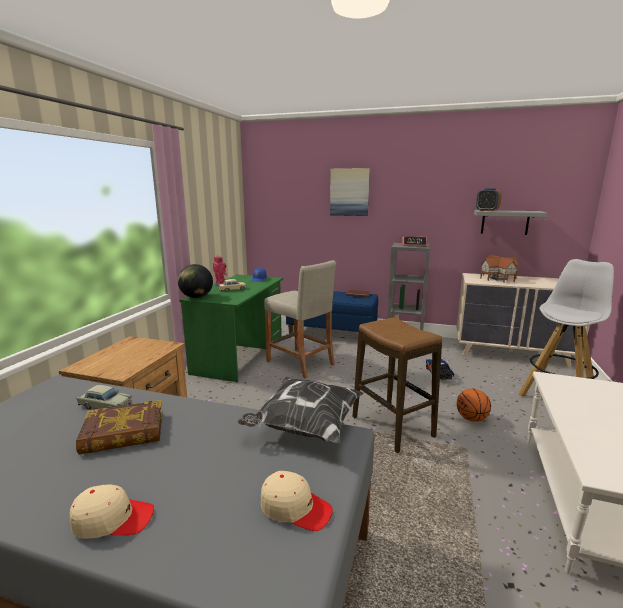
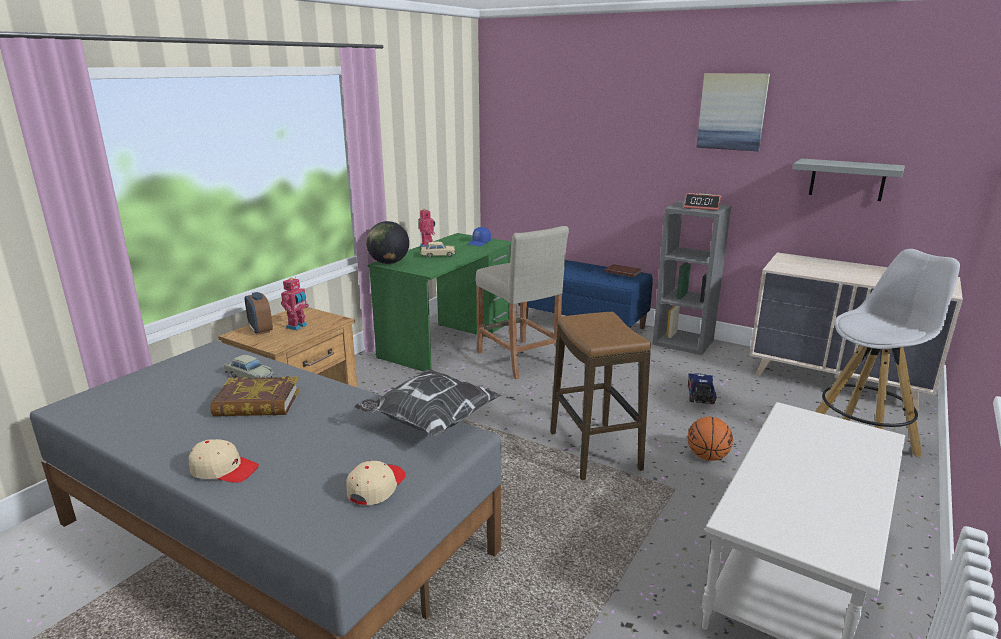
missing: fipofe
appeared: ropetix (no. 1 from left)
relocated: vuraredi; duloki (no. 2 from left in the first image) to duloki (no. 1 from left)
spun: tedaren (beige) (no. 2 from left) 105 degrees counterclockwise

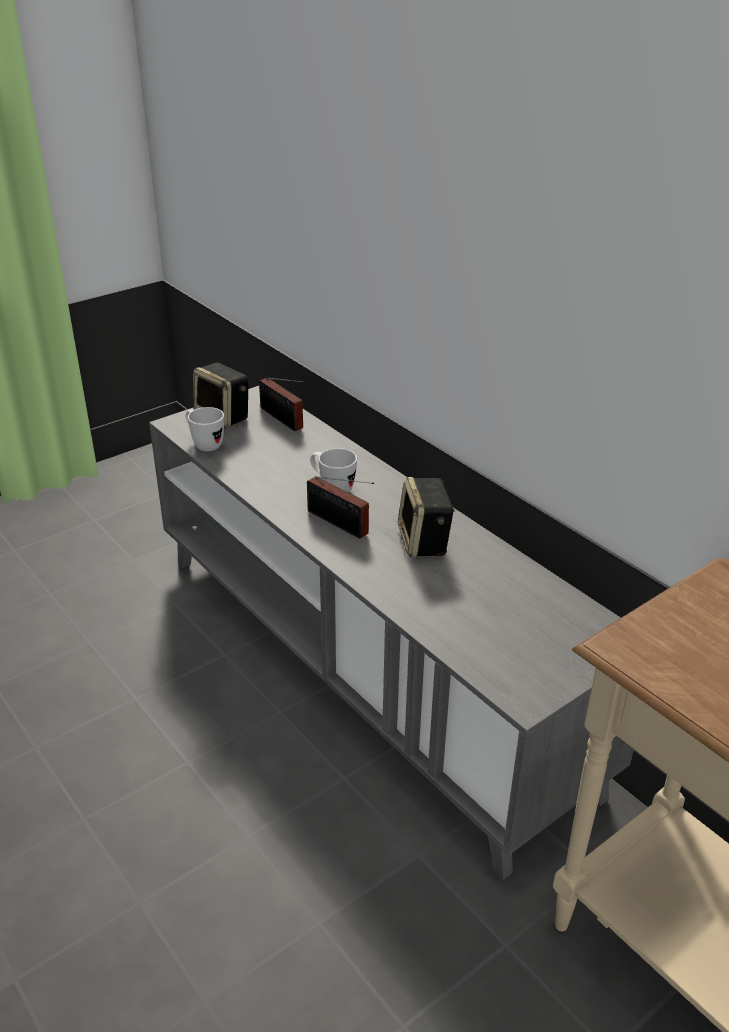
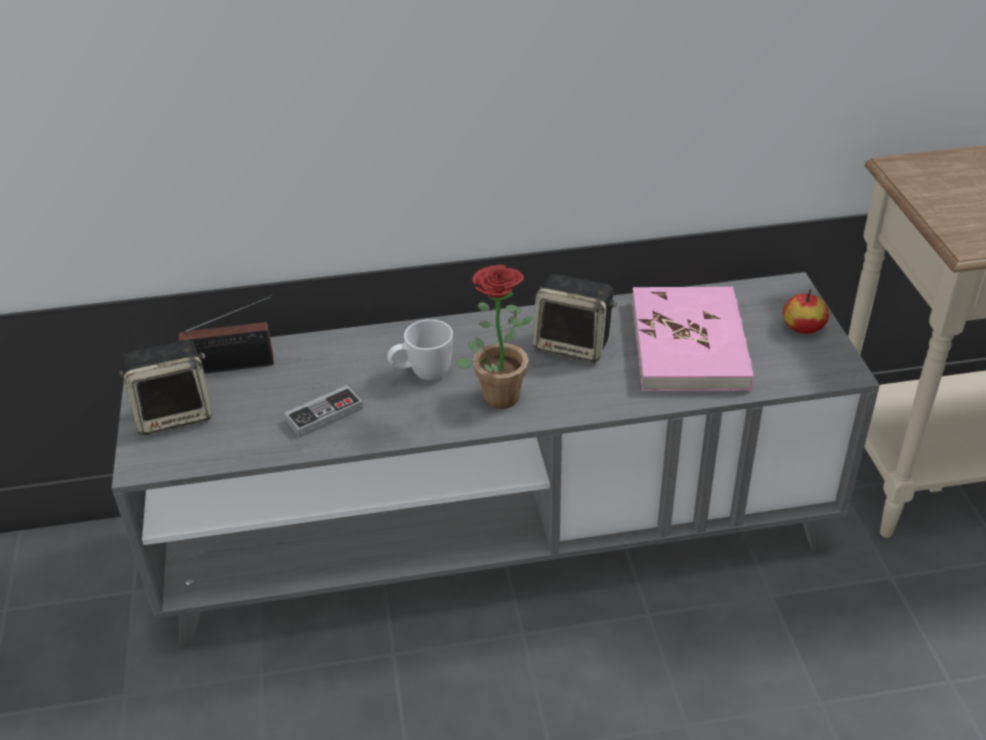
missing: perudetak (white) (no. 1 from left)
appeared: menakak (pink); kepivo; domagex
exchanged: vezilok (no. 2 from left) to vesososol

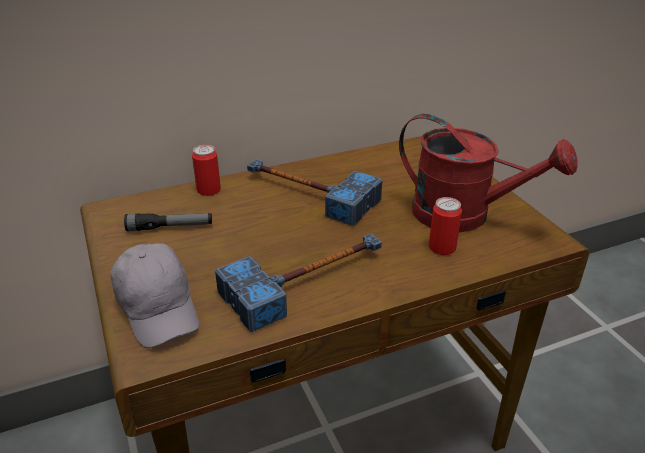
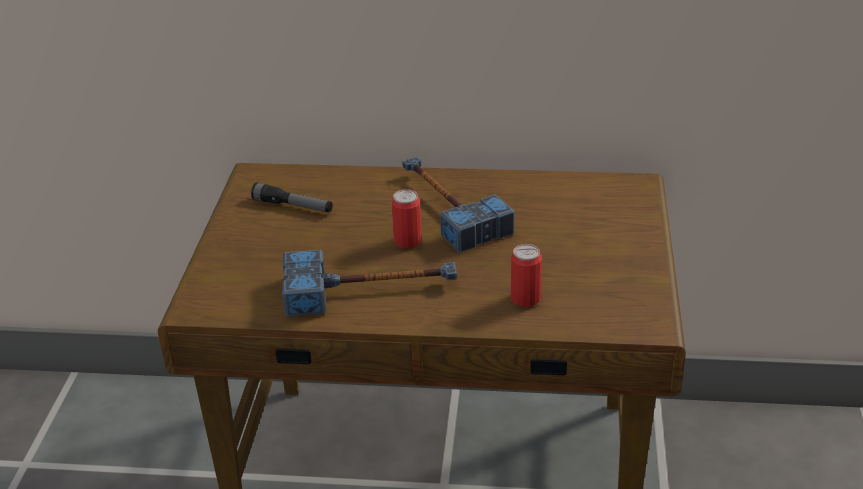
missing: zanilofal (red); tedaren (grey)
relocated: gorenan (no. 1 from left)

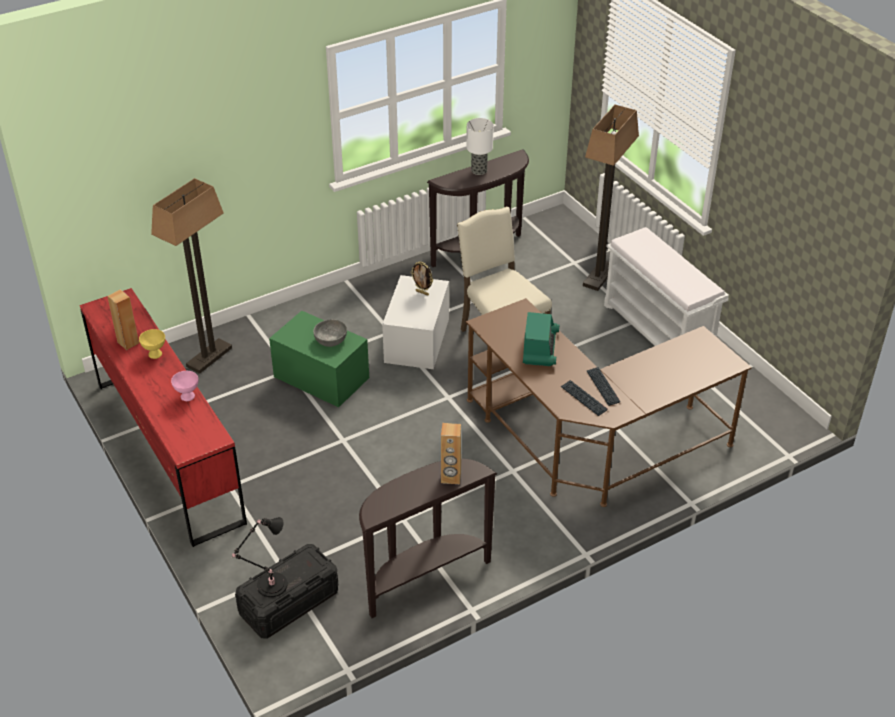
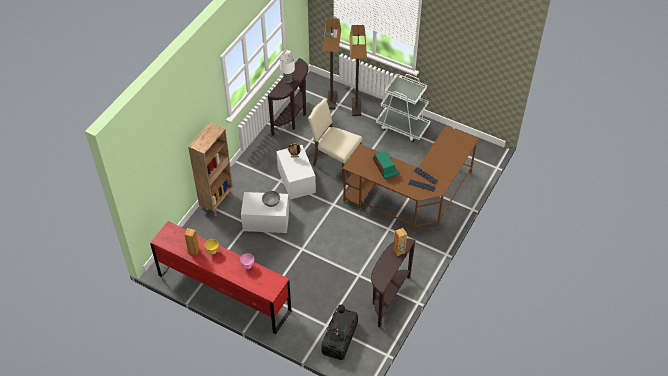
appeared: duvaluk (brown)
relocated: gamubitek (no. 1 from left)
exchanged: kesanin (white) to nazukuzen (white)
colour: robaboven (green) to robaboven (white) (no. 1 from left)

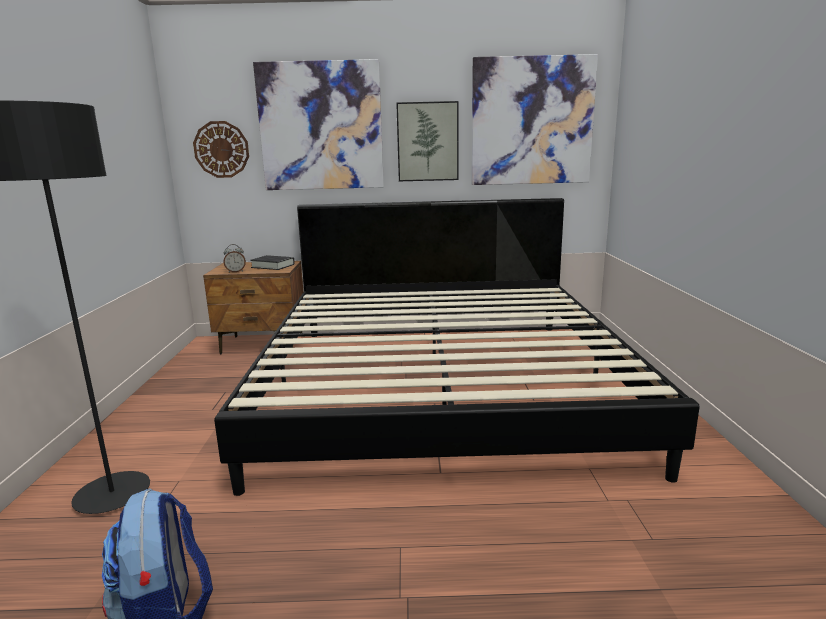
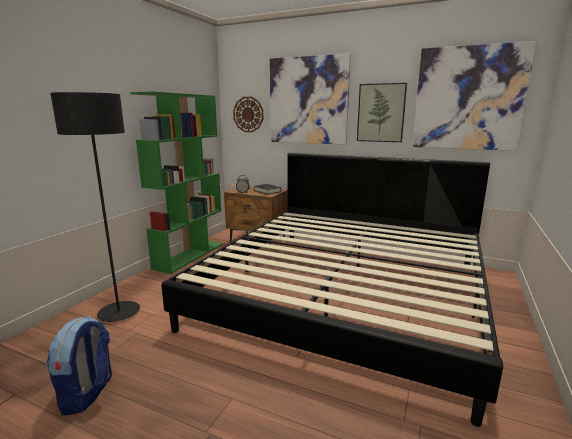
appeared: duvaluk (green)

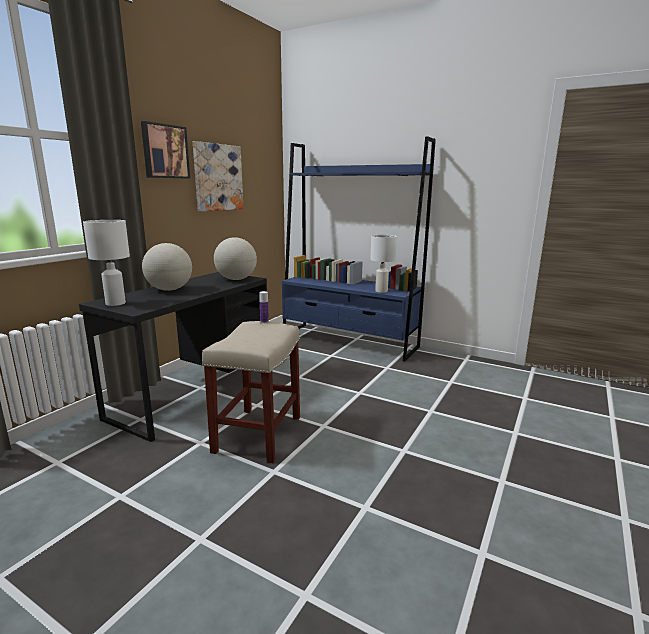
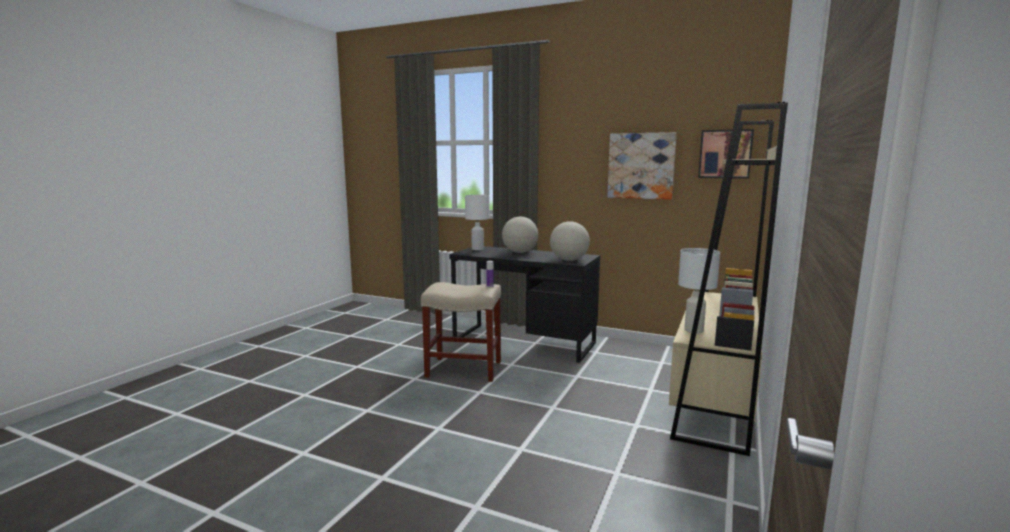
relocated: vuraredi (no. 1 from left in the first image) to vuraredi (no. 2 from left)
colour: duvaluk (blue) to duvaluk (beige)

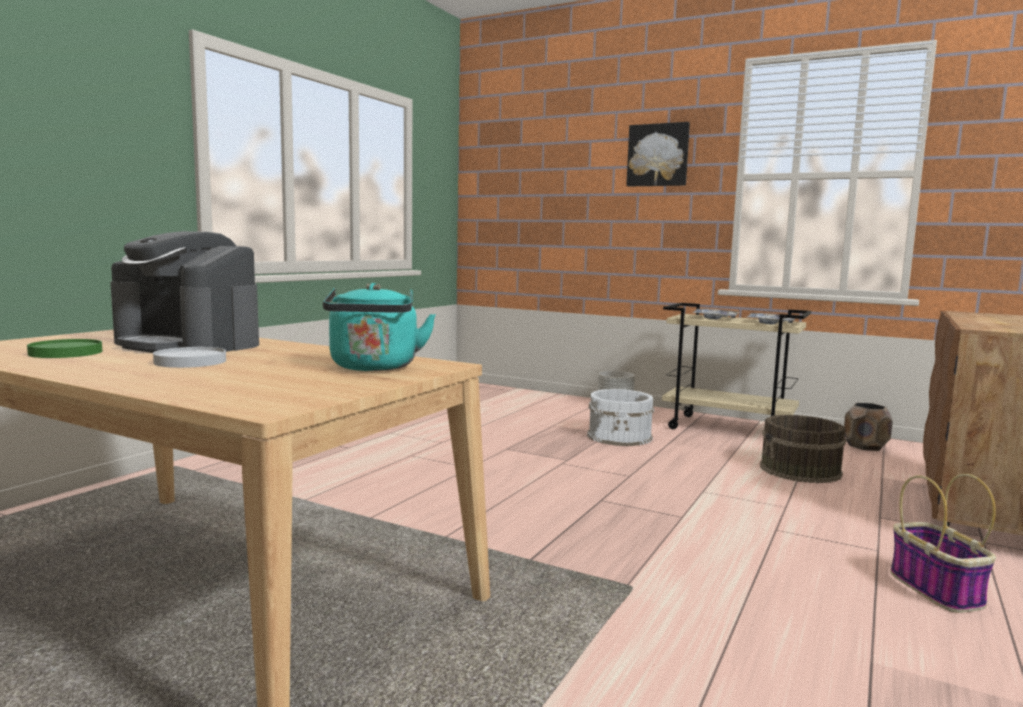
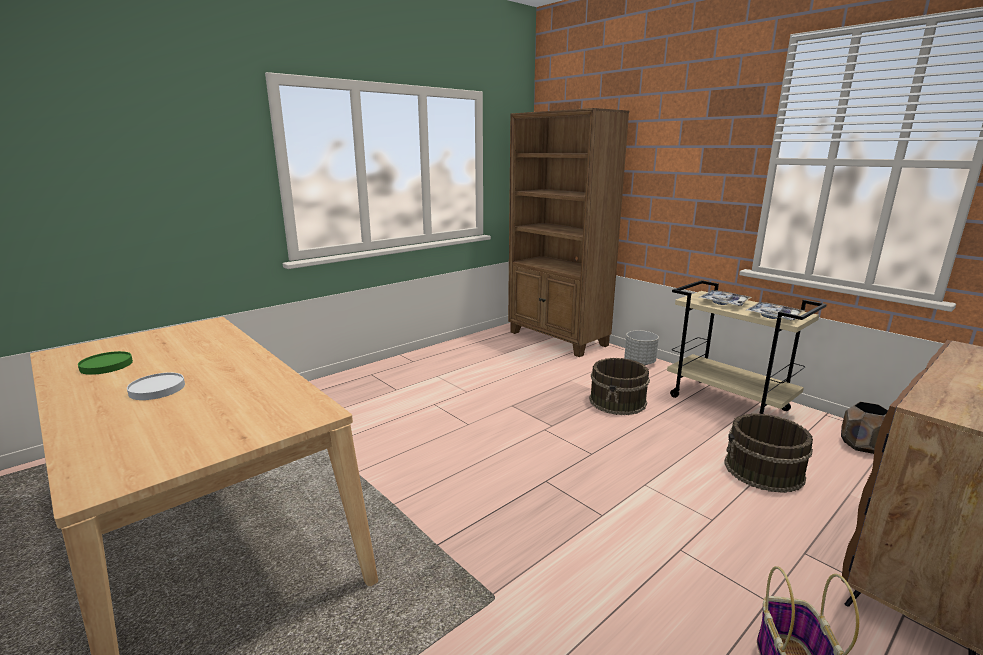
missing: vuraredi; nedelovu; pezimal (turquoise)
appeared: duvaluk (brown)
colour: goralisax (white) to goralisax (brown) (no. 1 from left)

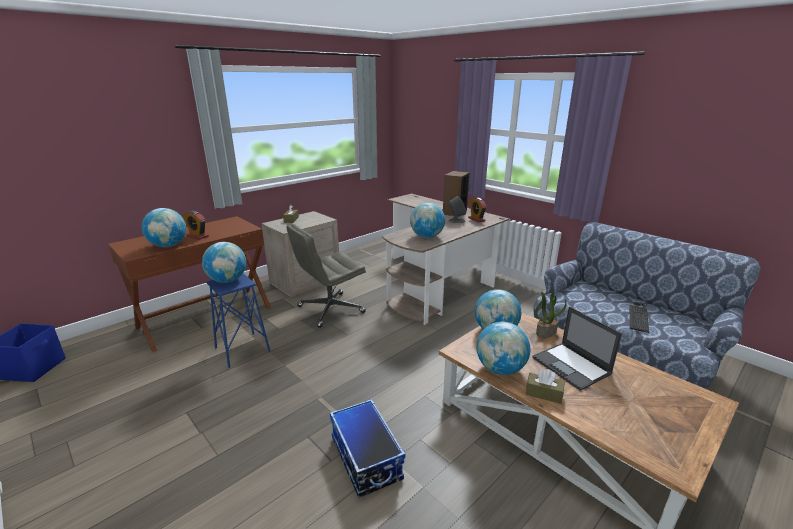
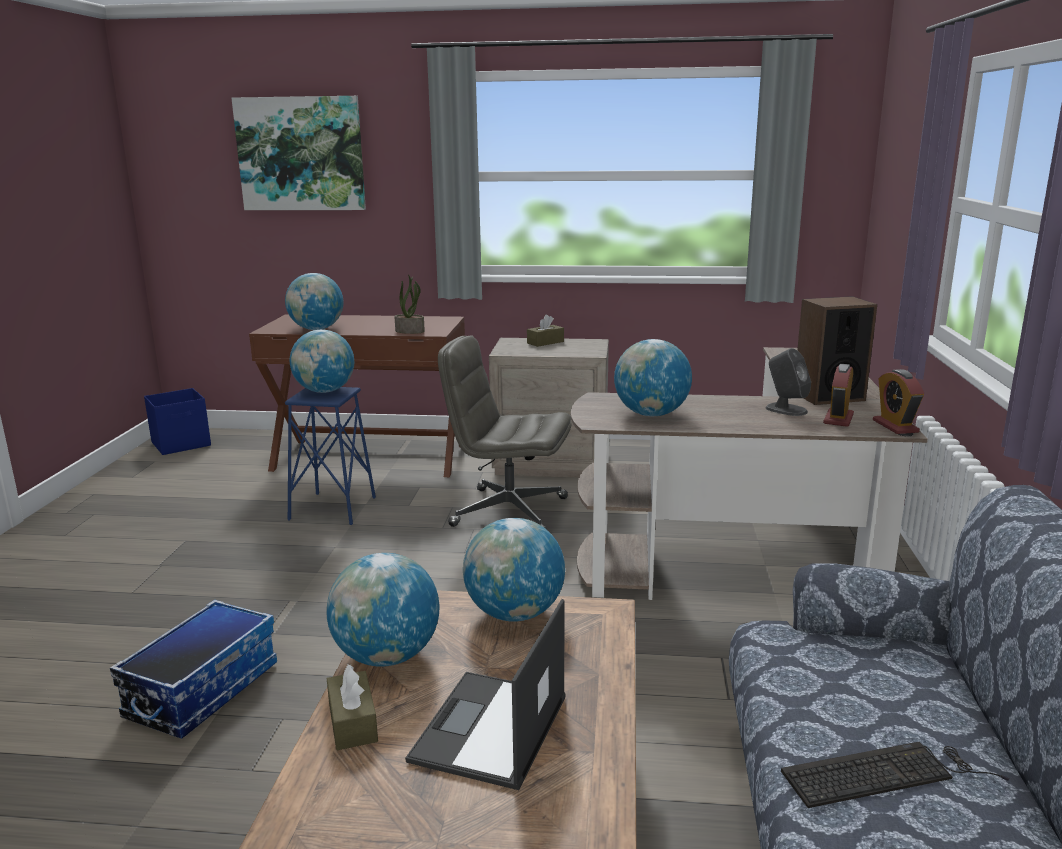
appeared: vuraredi
relocated: duloki (no. 1 from left in the first image) to duloki (no. 2 from left); vesososol

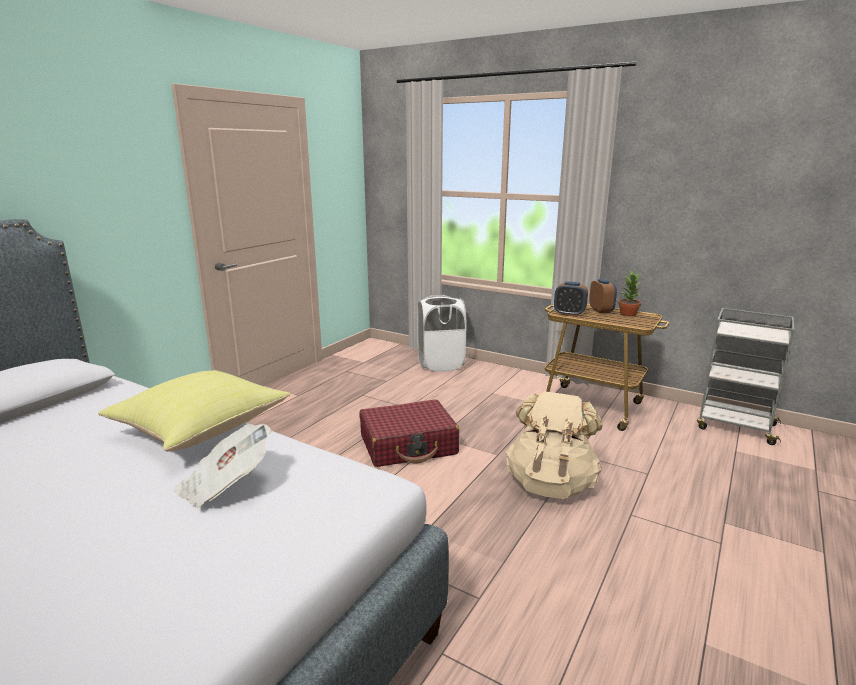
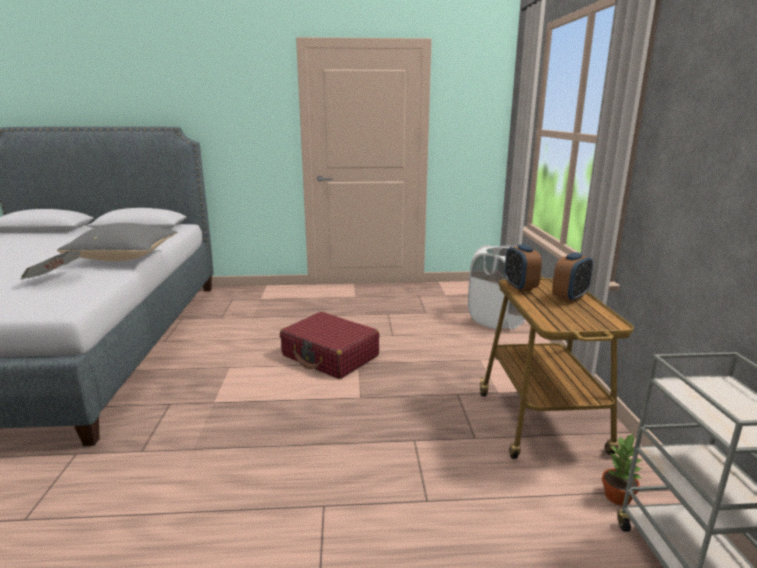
missing: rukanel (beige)
relocated: vesososol
colour: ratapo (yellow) to ratapo (grey)

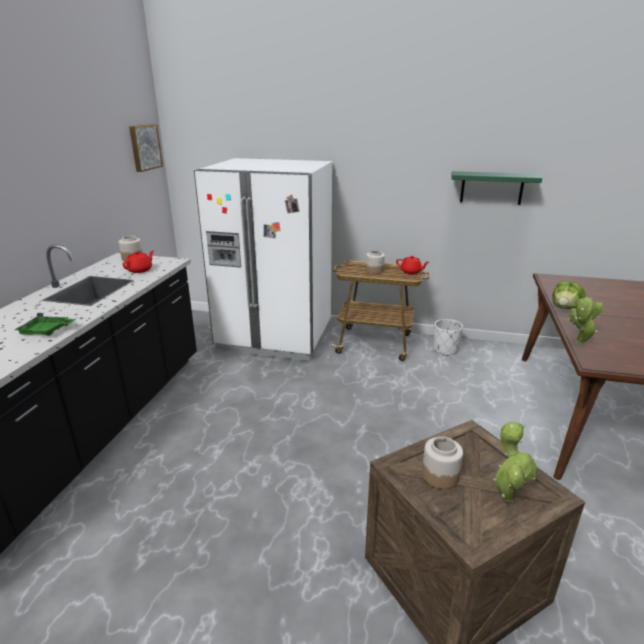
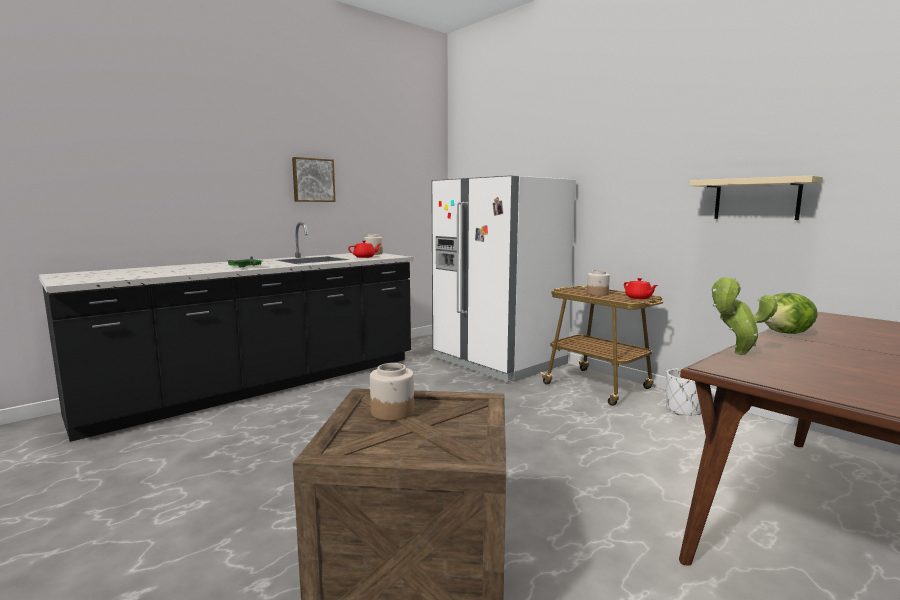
missing: vesososol (no. 1 from left)
relocated: vuraredi
colour: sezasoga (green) to sezasoga (beige)

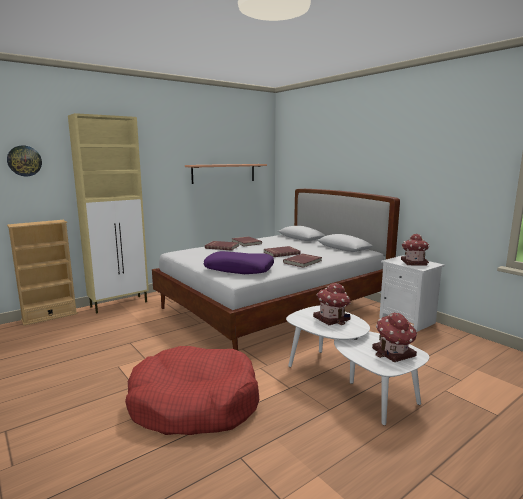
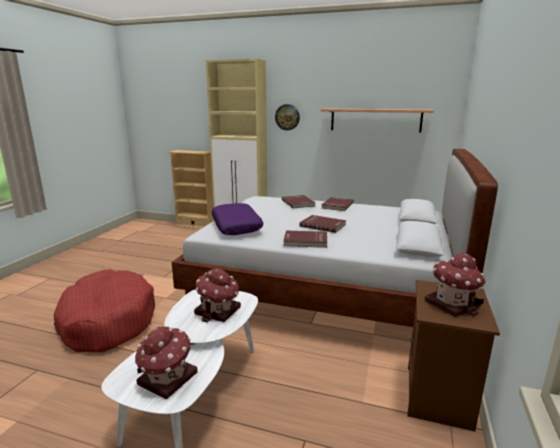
relocated: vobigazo
colour: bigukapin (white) to bigukapin (brown)

